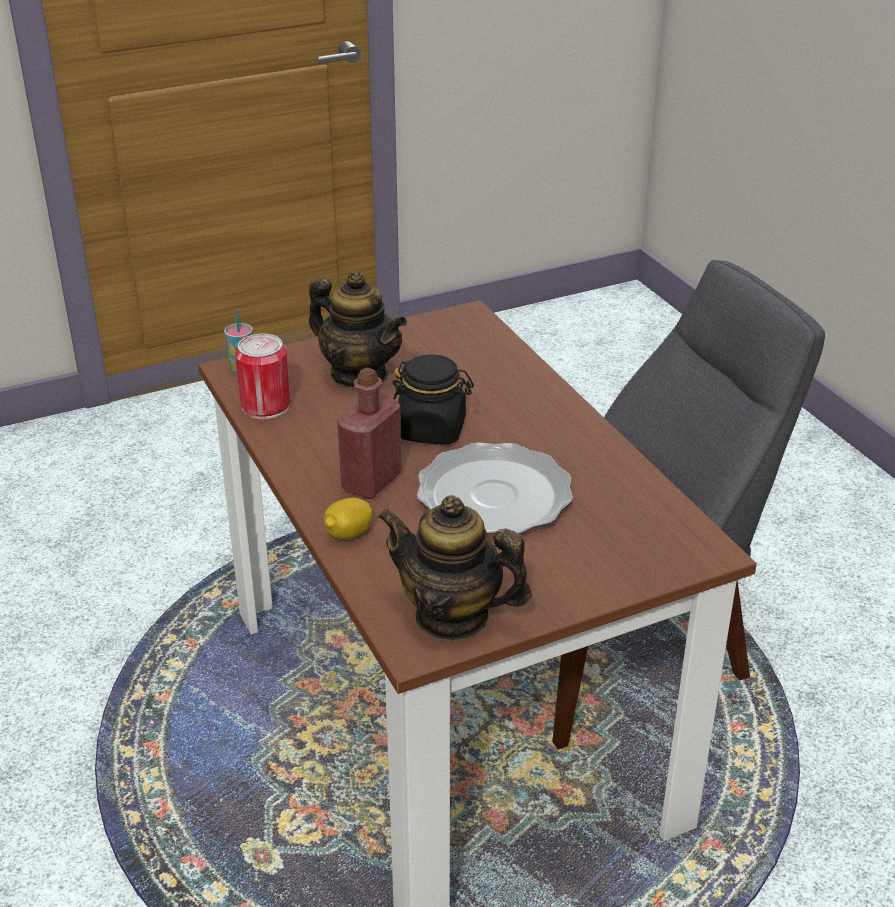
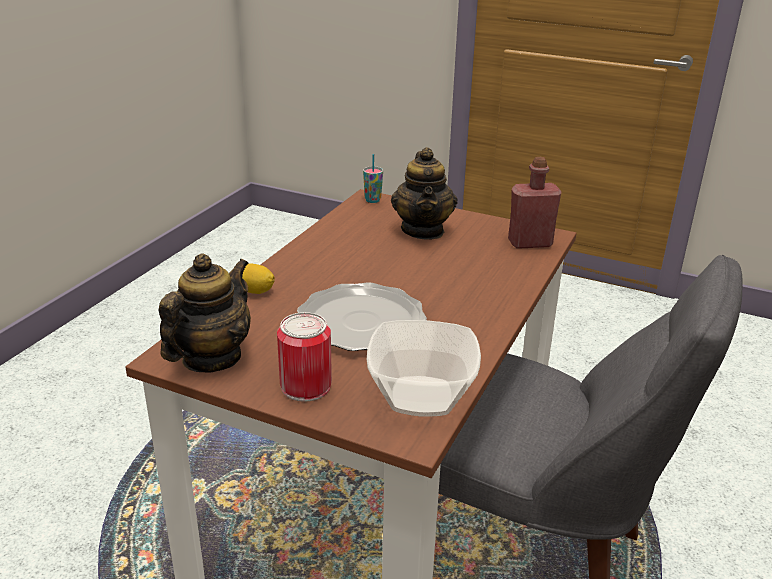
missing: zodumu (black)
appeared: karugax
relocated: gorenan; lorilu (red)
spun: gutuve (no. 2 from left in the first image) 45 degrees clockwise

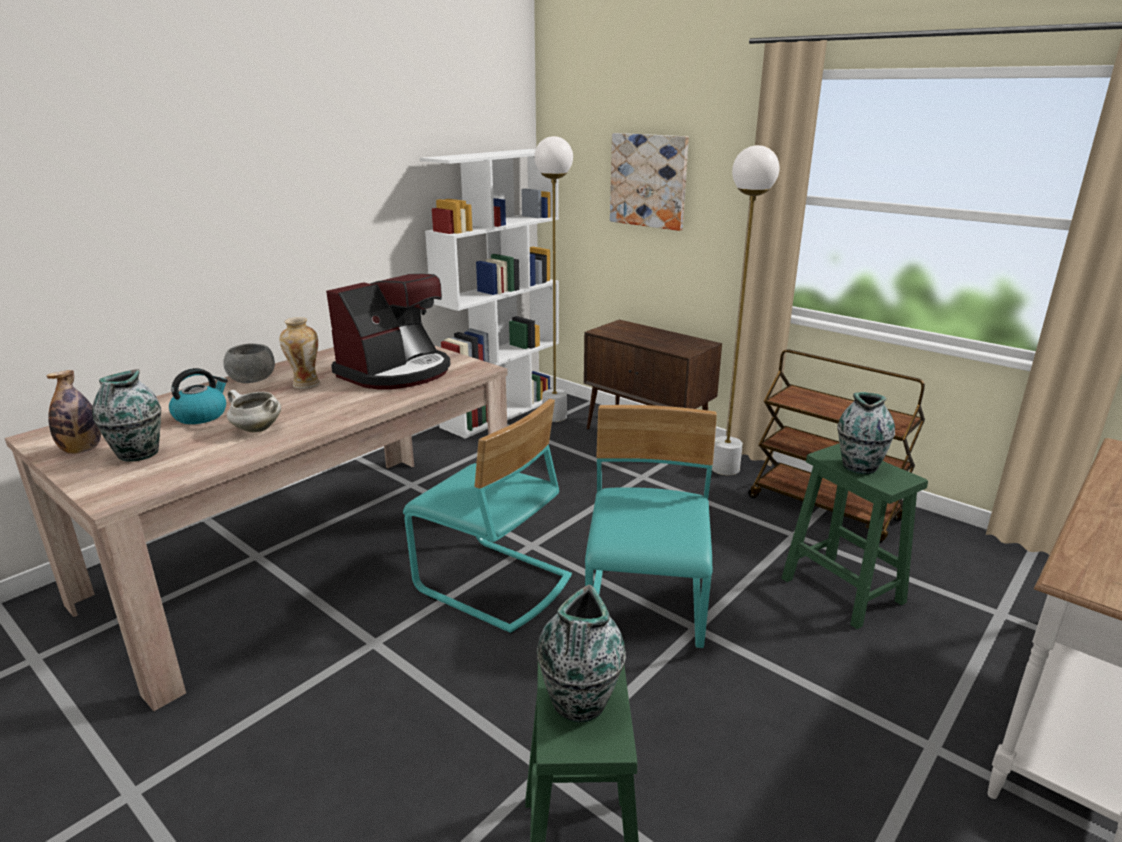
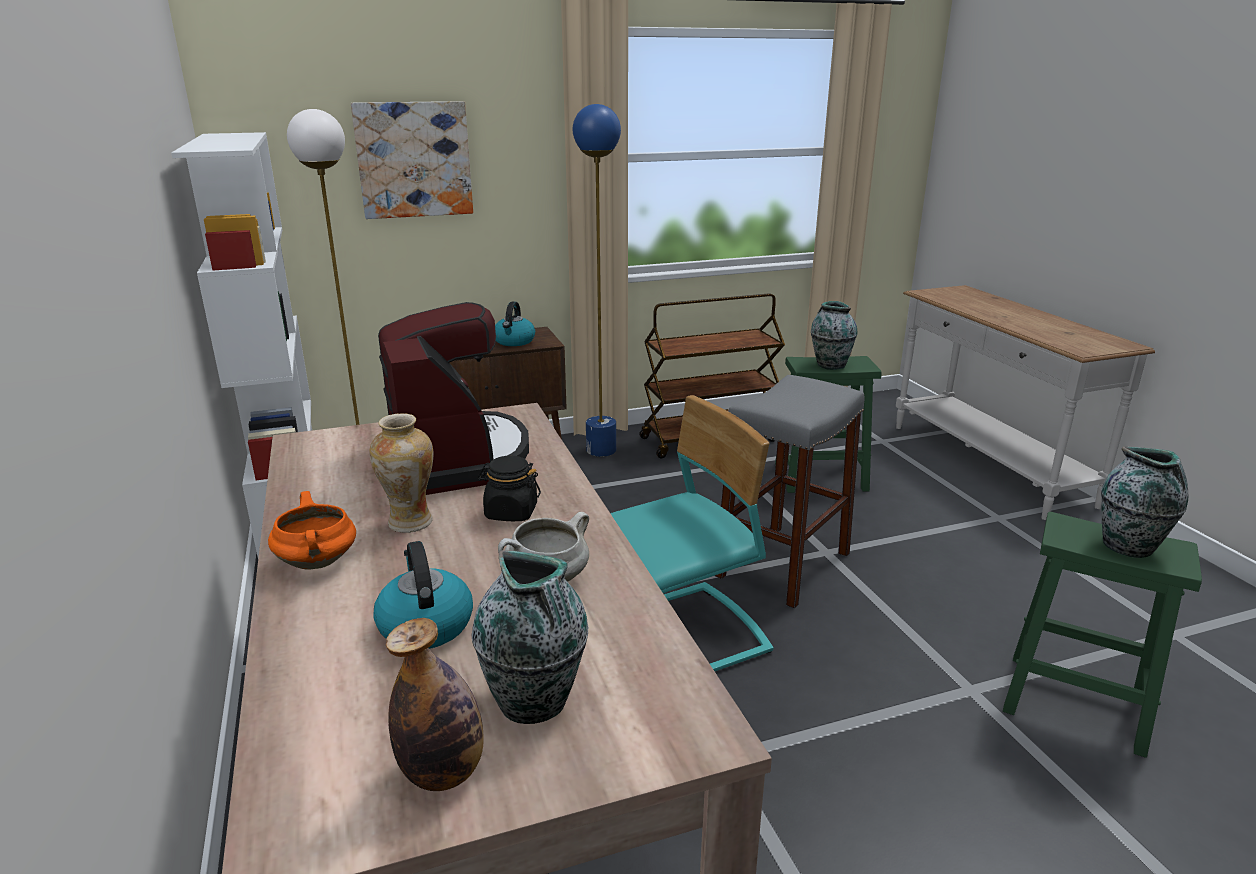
appeared: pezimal (no. 2 from left); zodumu (black)
exchanged: karugax (grey) to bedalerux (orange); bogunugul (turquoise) (no. 2 from left) to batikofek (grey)
colour: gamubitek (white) (no. 2 from left) to gamubitek (blue)

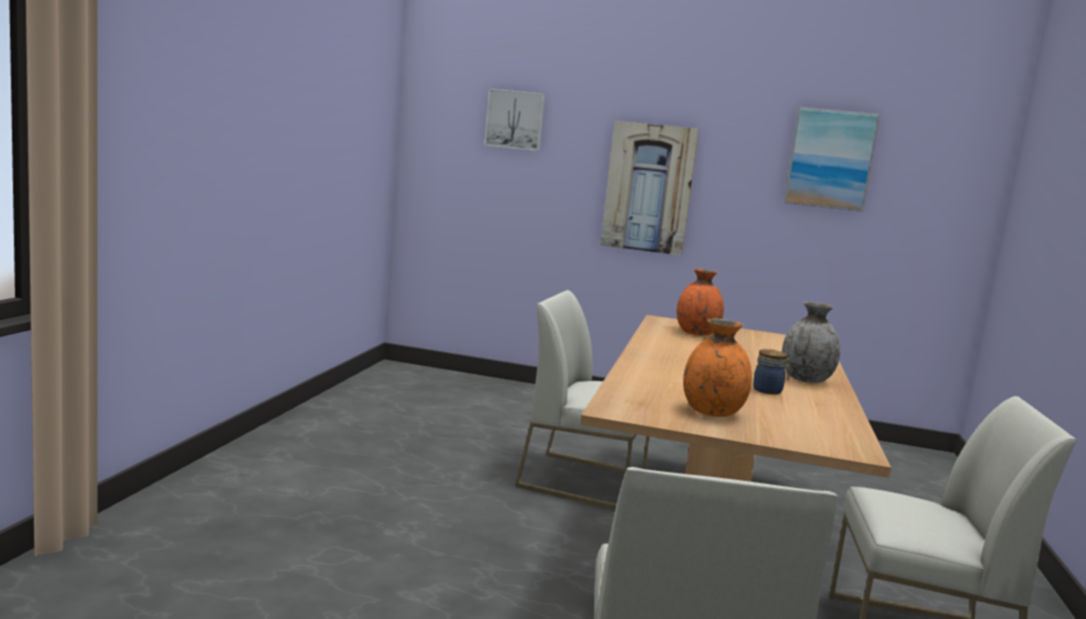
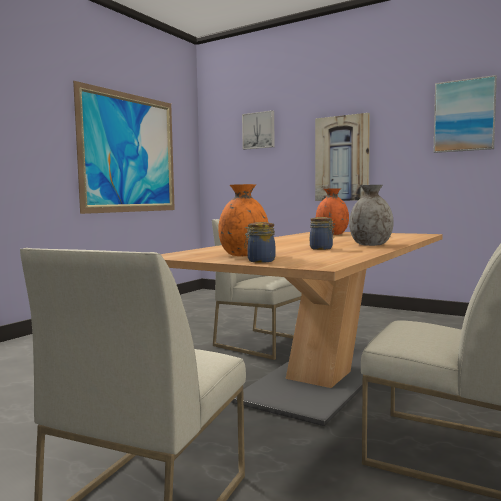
appeared: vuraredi (no. 1 from left); zodumu (no. 1 from left)

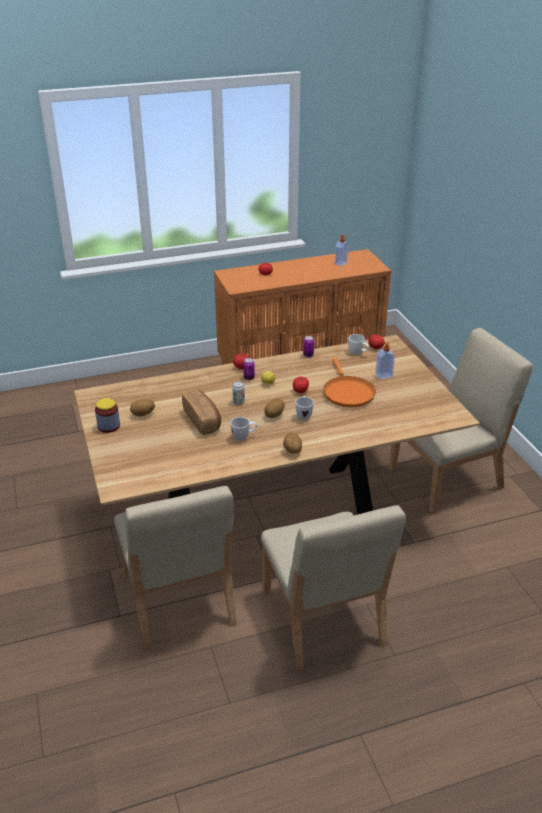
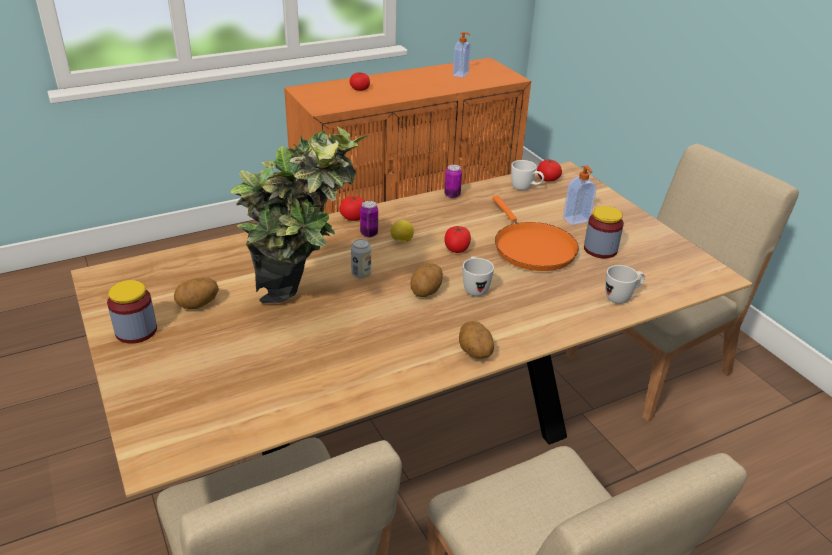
appeared: zodumu (no. 2 from left)
relocated: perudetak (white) (no. 1 from left in the first image) to perudetak (white) (no. 3 from left)
exchanged: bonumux to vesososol

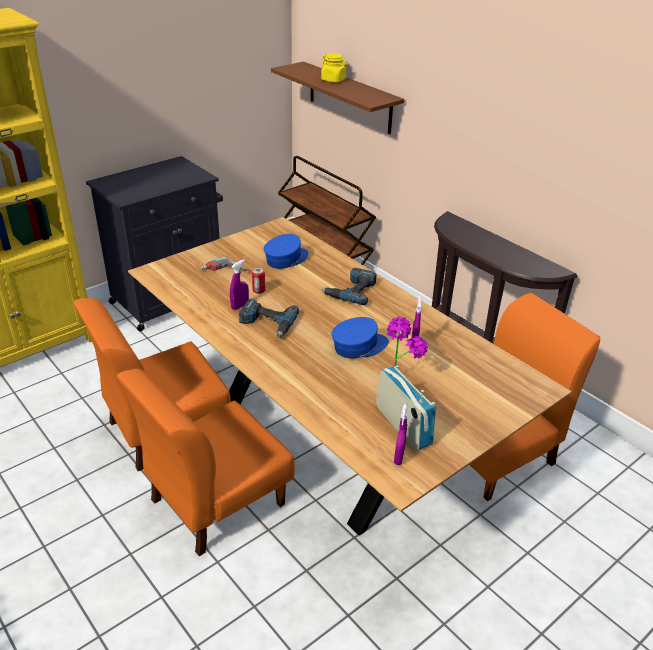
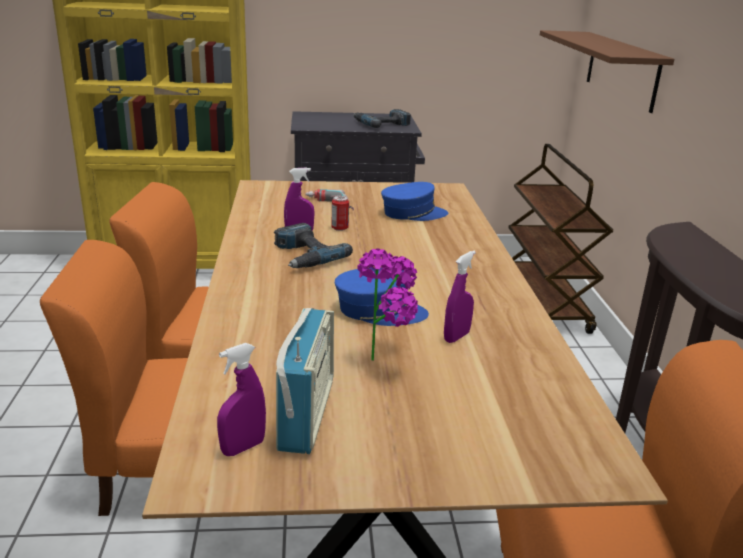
missing: zodumu (yellow)
relocated: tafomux (no. 3 from left)

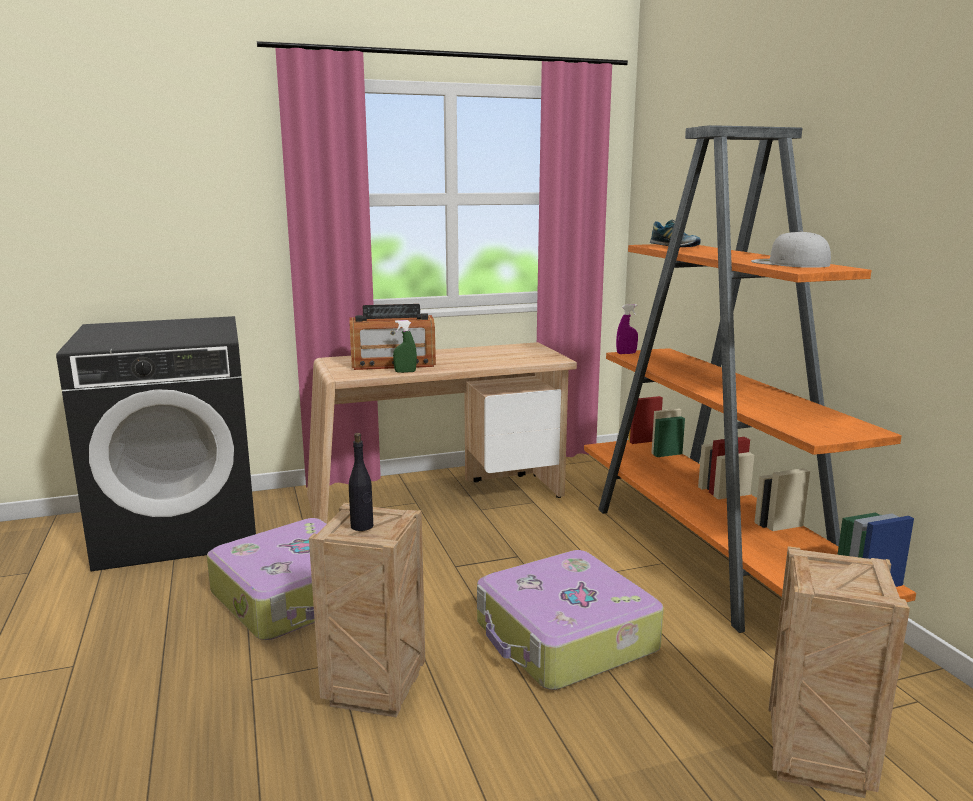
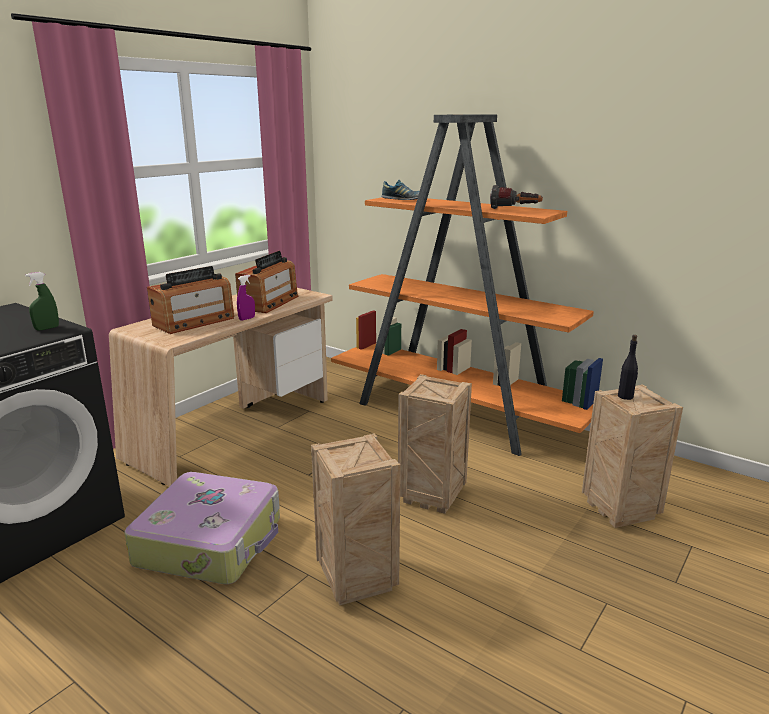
appeared: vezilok (no. 2 from left)
relocated: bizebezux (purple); bizebezux (green); lorilu (black)
exchanged: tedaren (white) to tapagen; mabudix (no. 2 from left) to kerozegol (no. 2 from left)

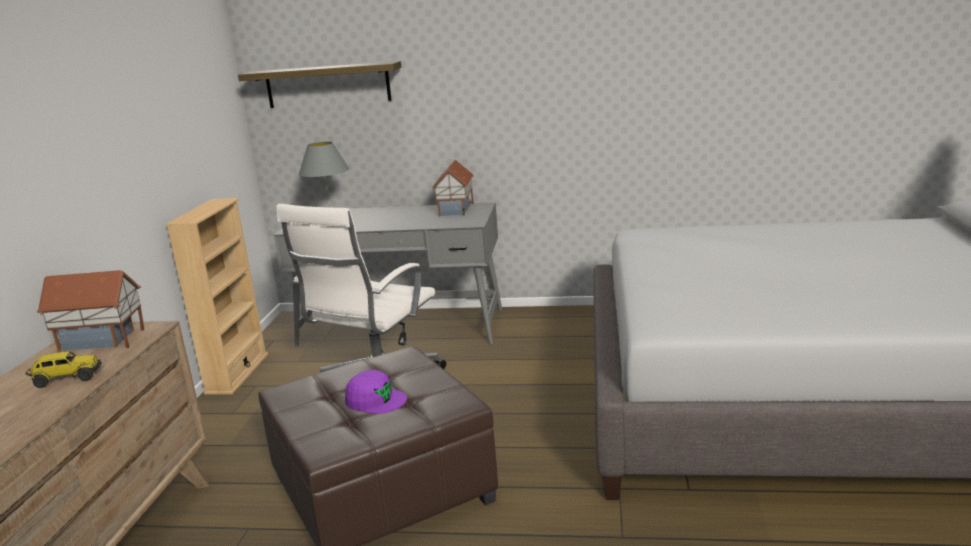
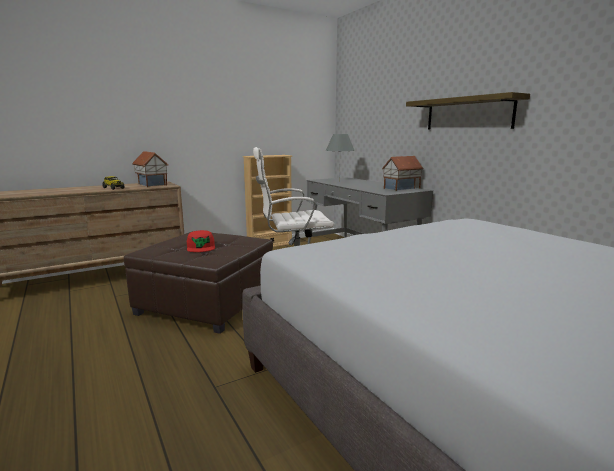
relocated: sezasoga
colour: tedaren (purple) to tedaren (red)

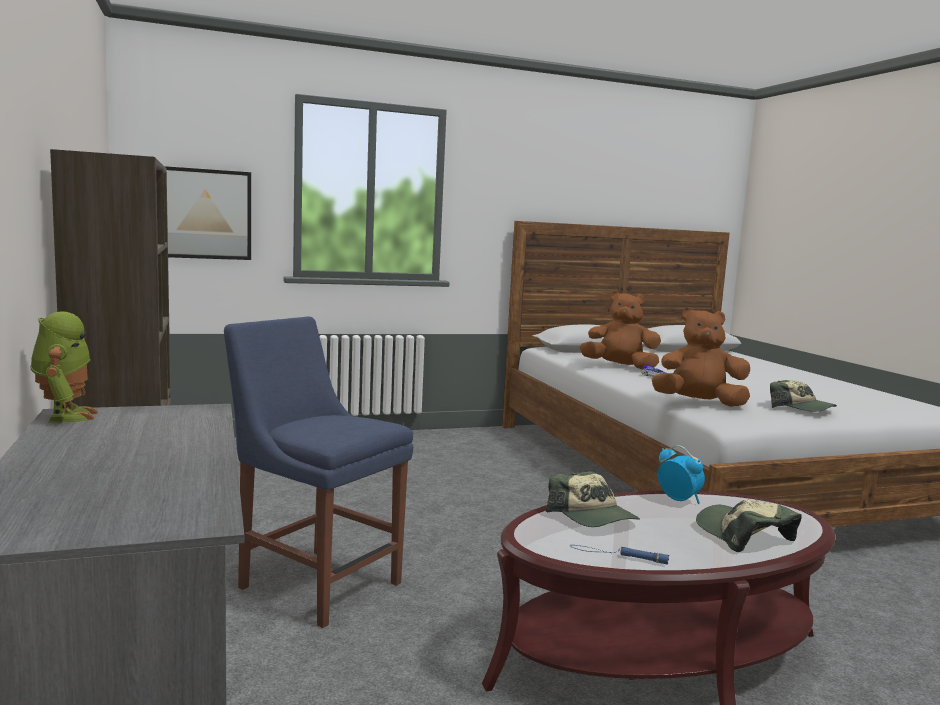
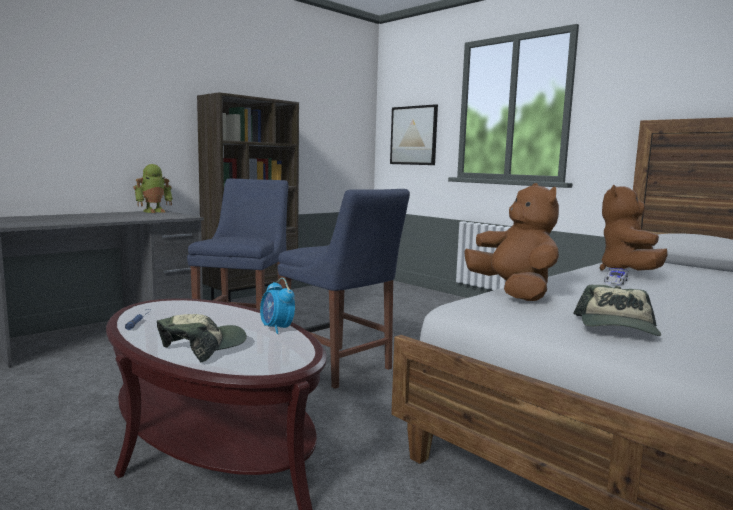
missing: tedaren (no. 1 from left)
appeared: bogunugul (blue) (no. 2 from left)
spun: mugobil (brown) (no. 1 from left in the first image) 150 degrees counterclockwise; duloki 120 degrees clockwise

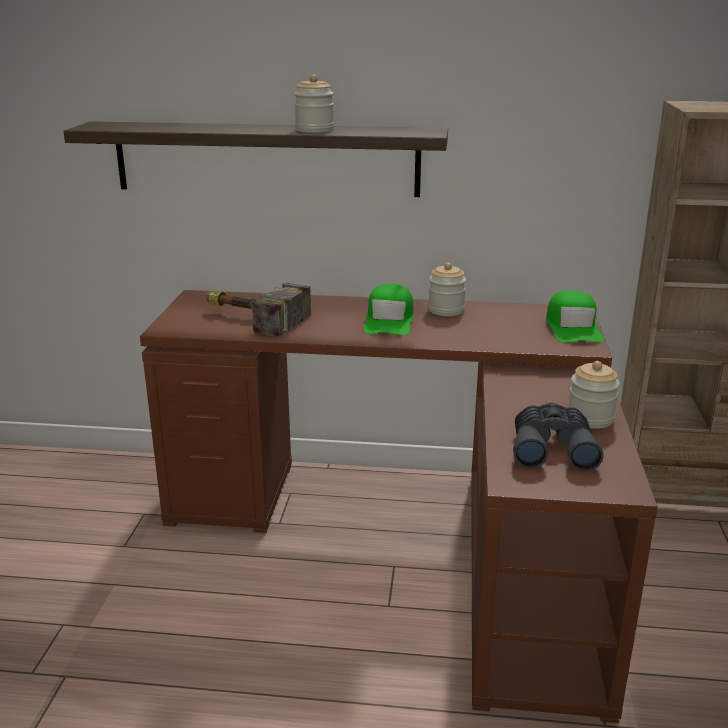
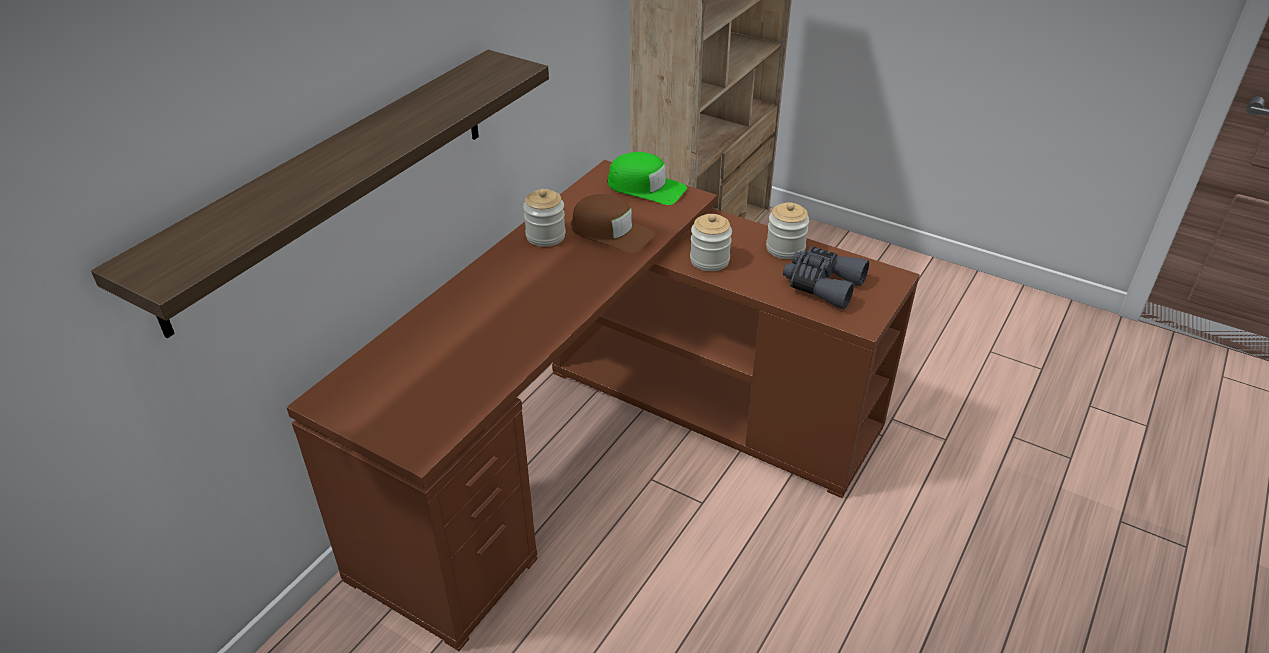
missing: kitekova; tedaren (green) (no. 1 from left)
appeared: tedaren (brown)
relocated: zodumu (no. 1 from left in the first image) to zodumu (no. 2 from left)

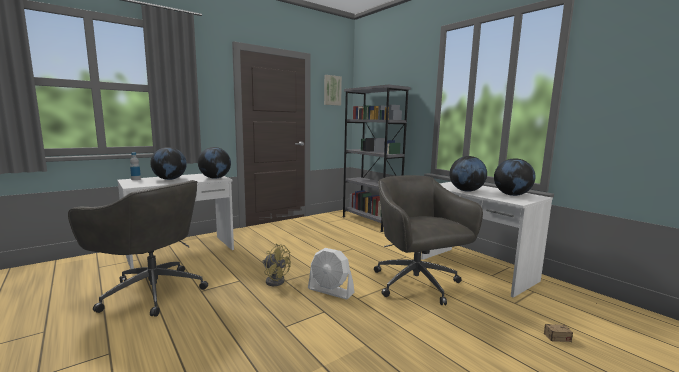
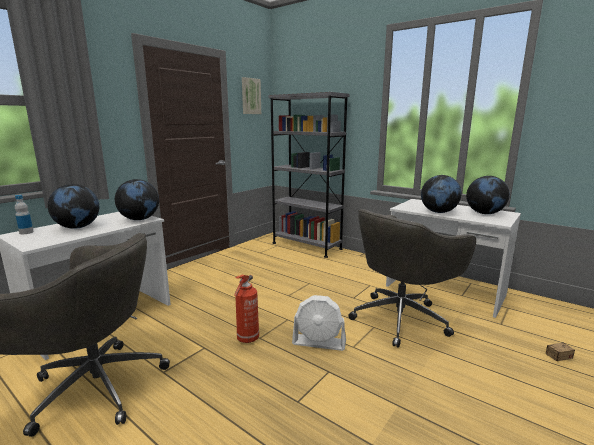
exchanged: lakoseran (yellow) to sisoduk
spun: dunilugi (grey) (no. 2 from left) 90 degrees counterclockwise

